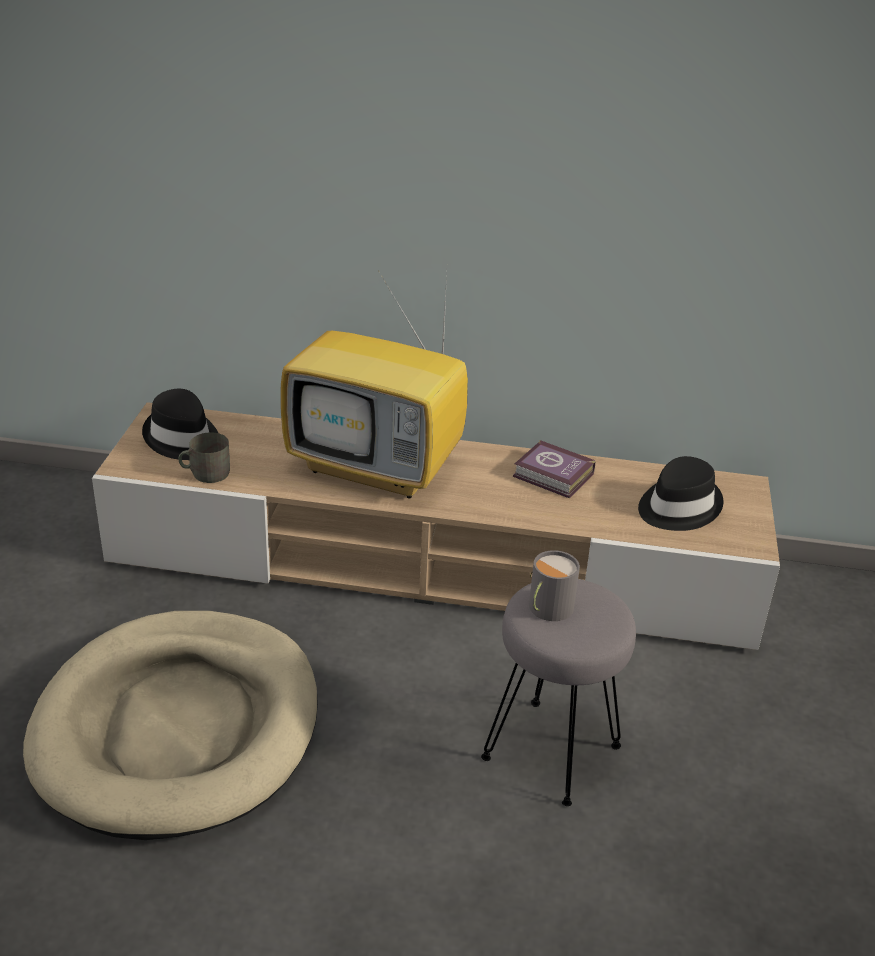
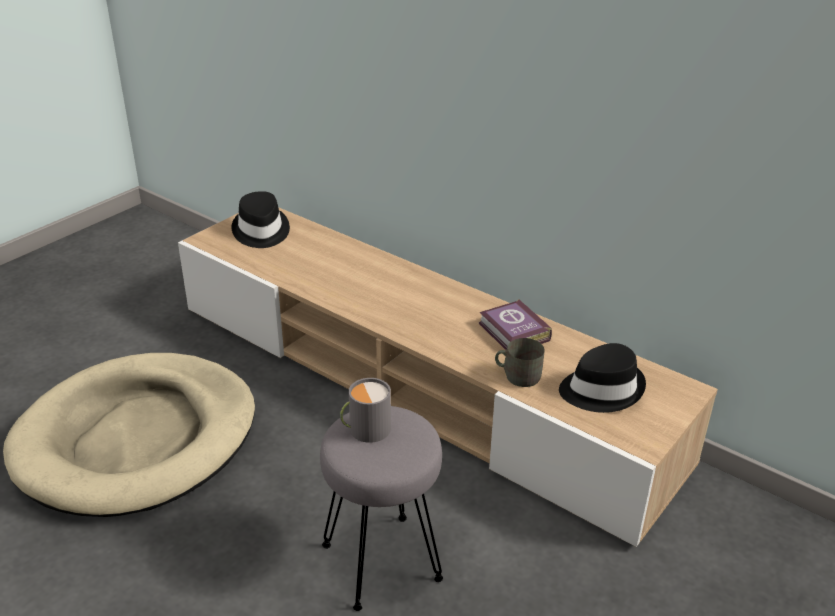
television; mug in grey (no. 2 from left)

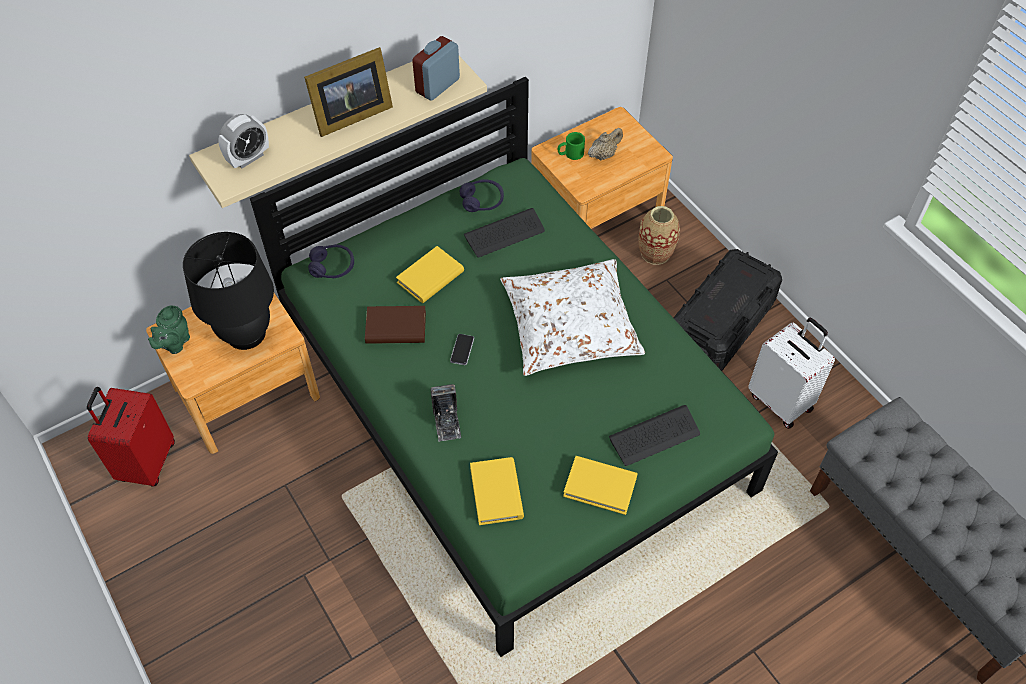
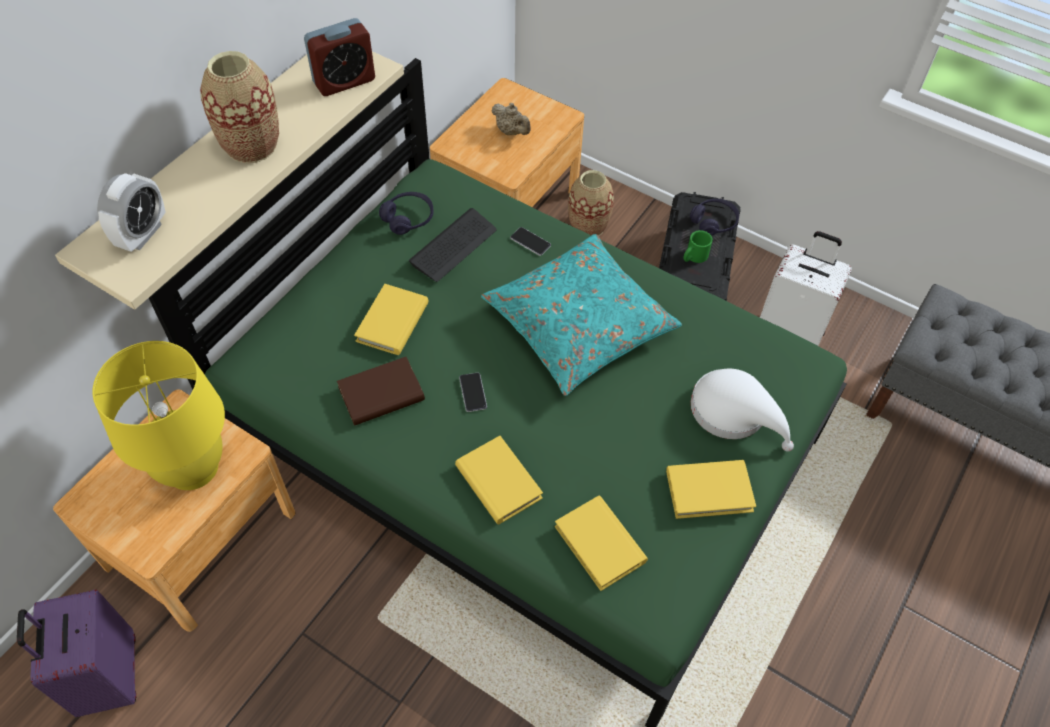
teapot in green; phone (no. 2 from left); headphones in purple (no. 2 from left); mug in green; vase (no. 1 from left); book in yellow (no. 2 from left); hat in white; suitcase in purple; table lamp in yellow; pillow in turquoise; alarm clock (no. 2 from left); teapot in beige

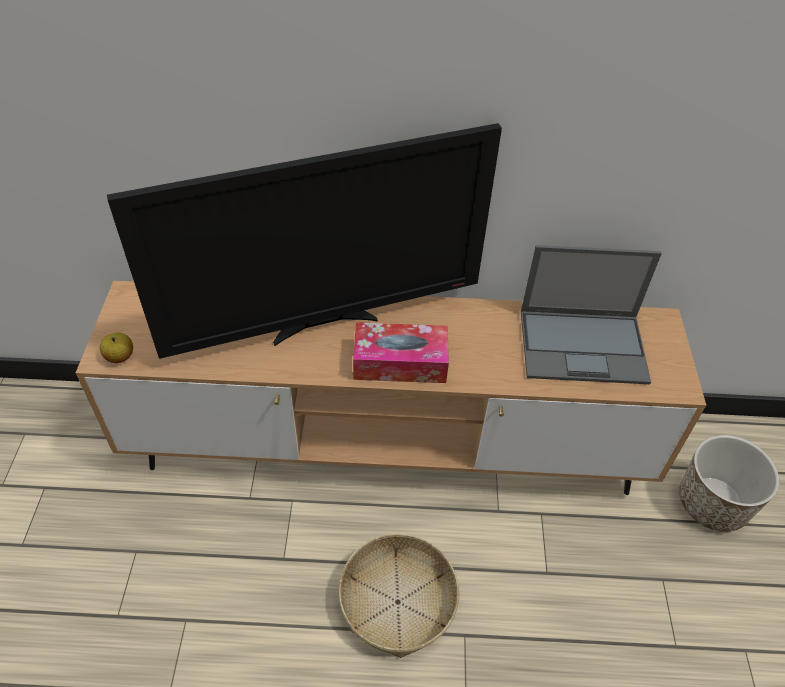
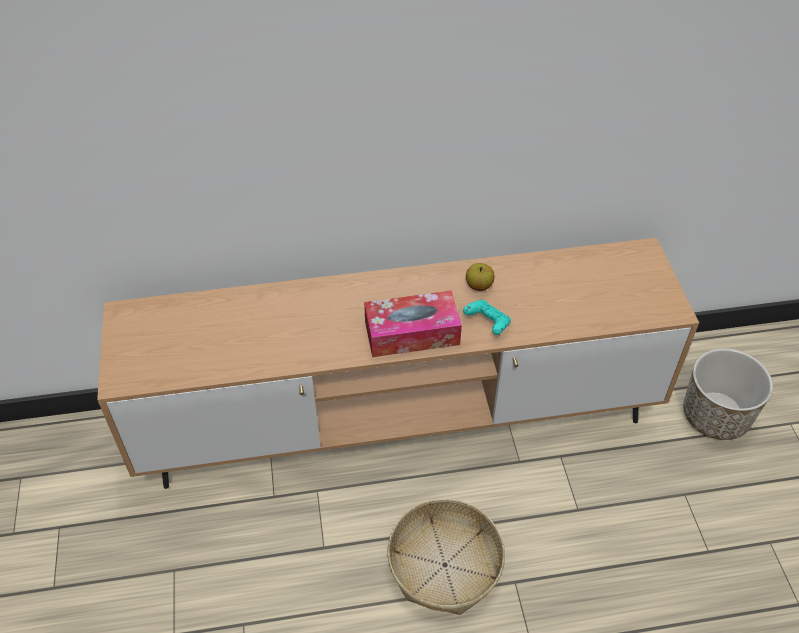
television; laptop; game controller in turquoise; apple

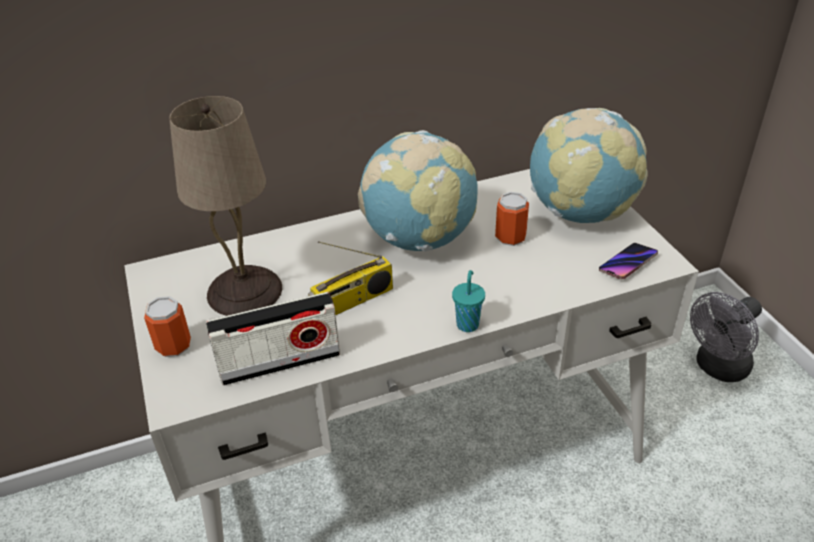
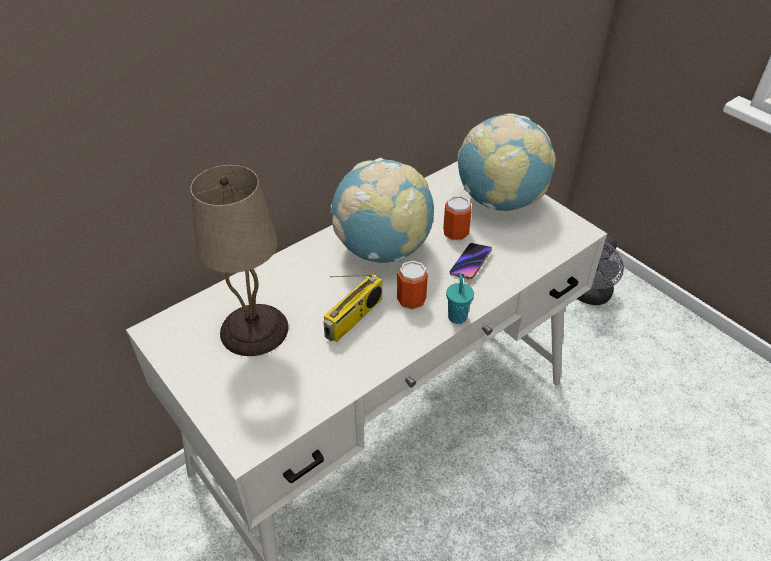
radio (no. 1 from left in the first image); can (no. 1 from left); phone

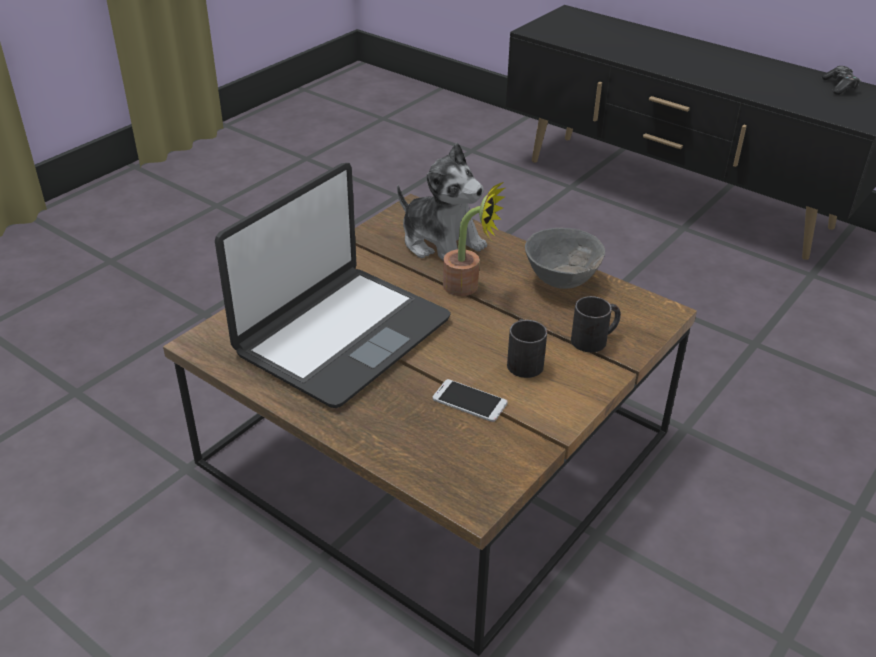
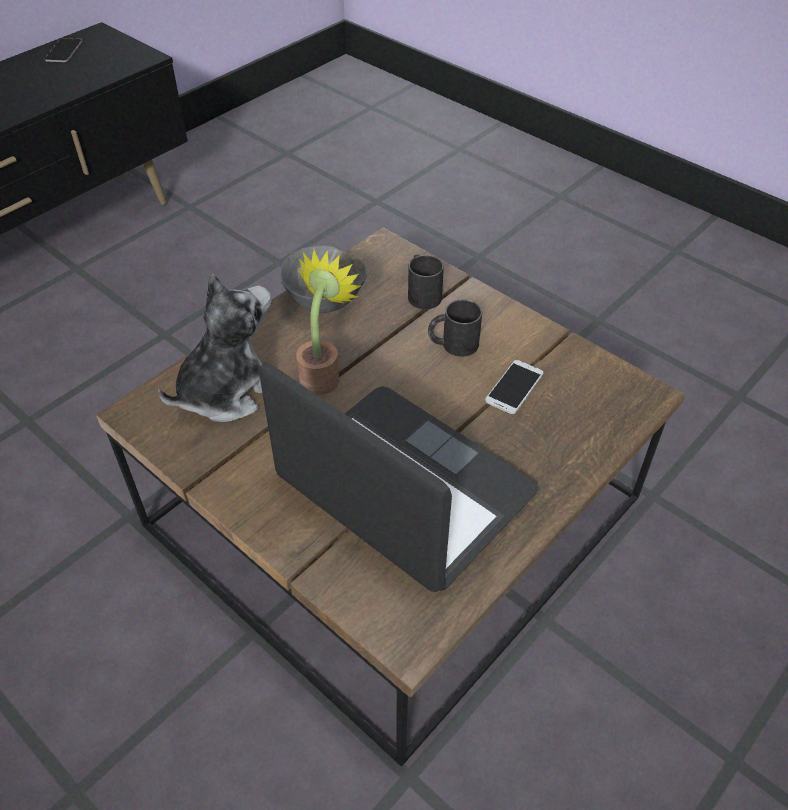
phone (no. 1 from left)

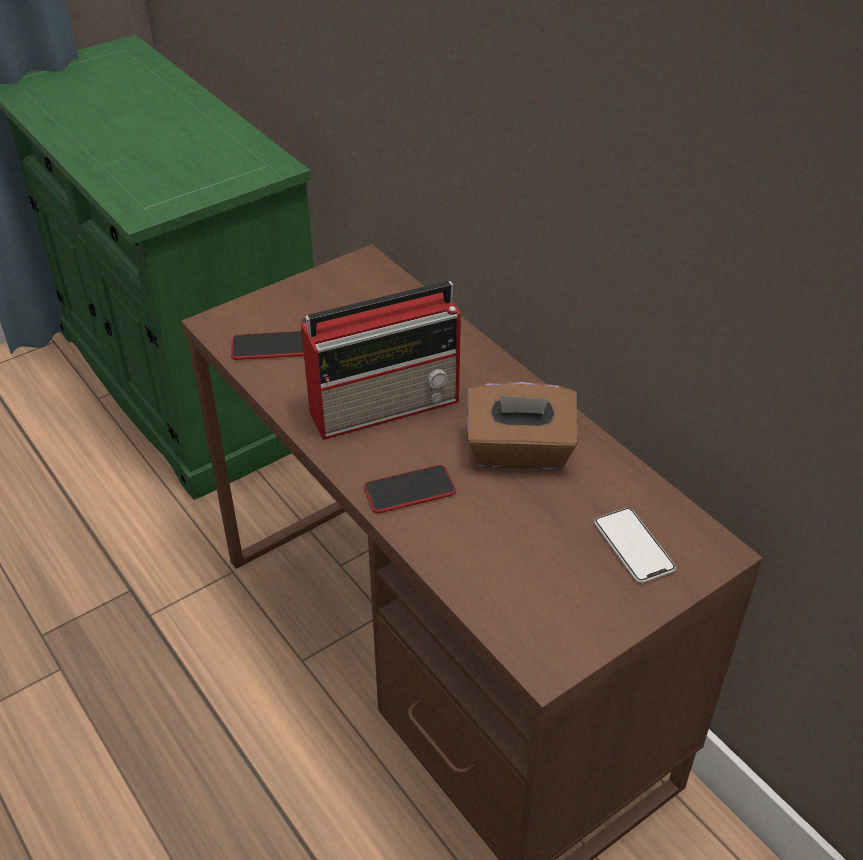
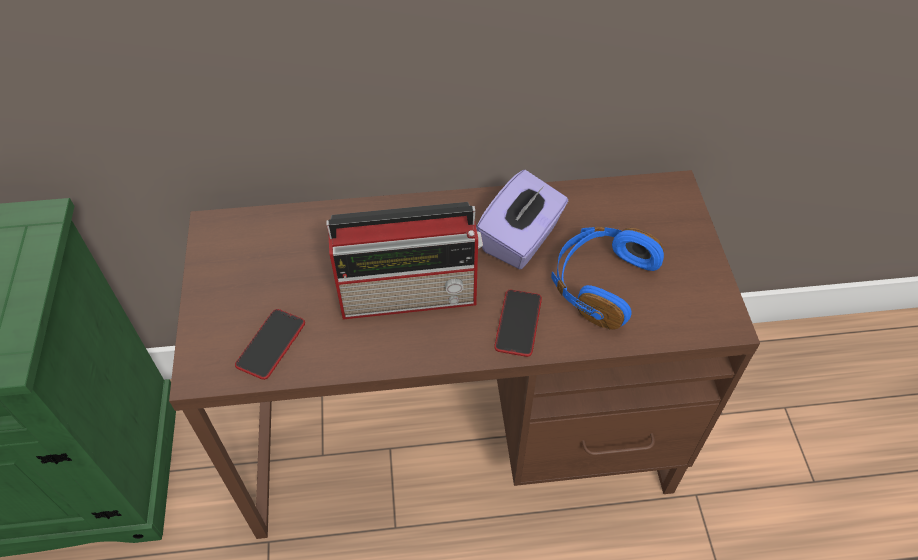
phone (no. 3 from left in the first image); headphones in blue; tissue box in purple; radio

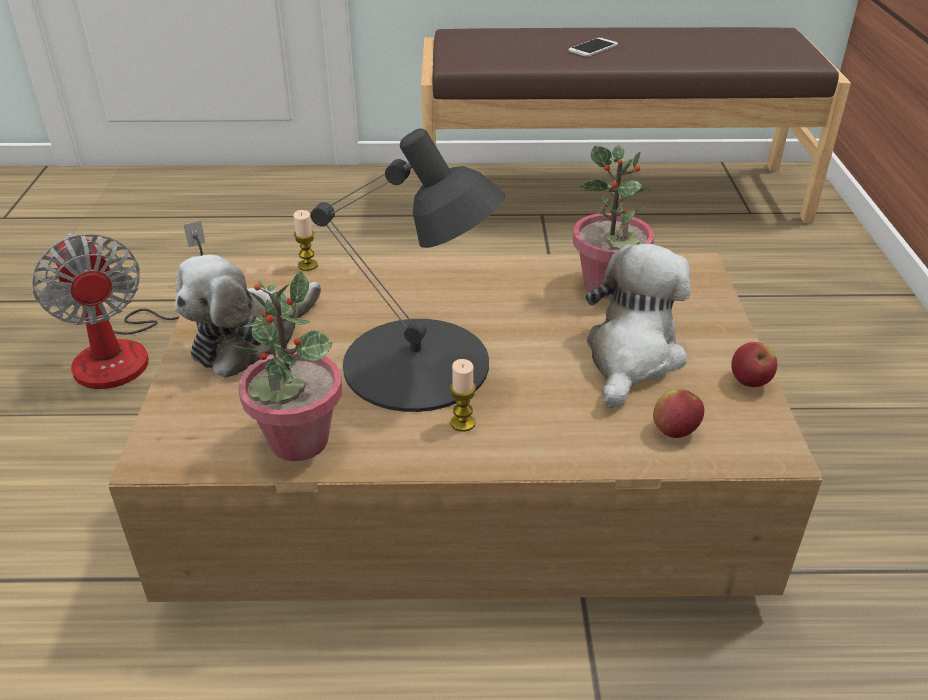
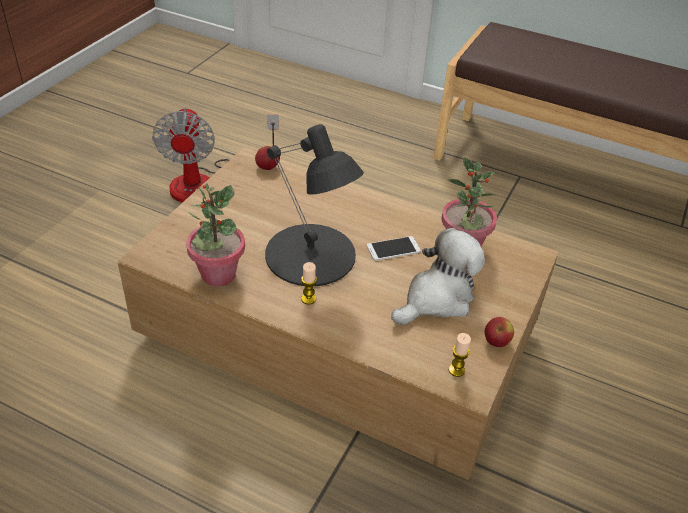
plush toy (no. 1 from left in the first image); candle (no. 2 from left); phone; apple (no. 1 from left)

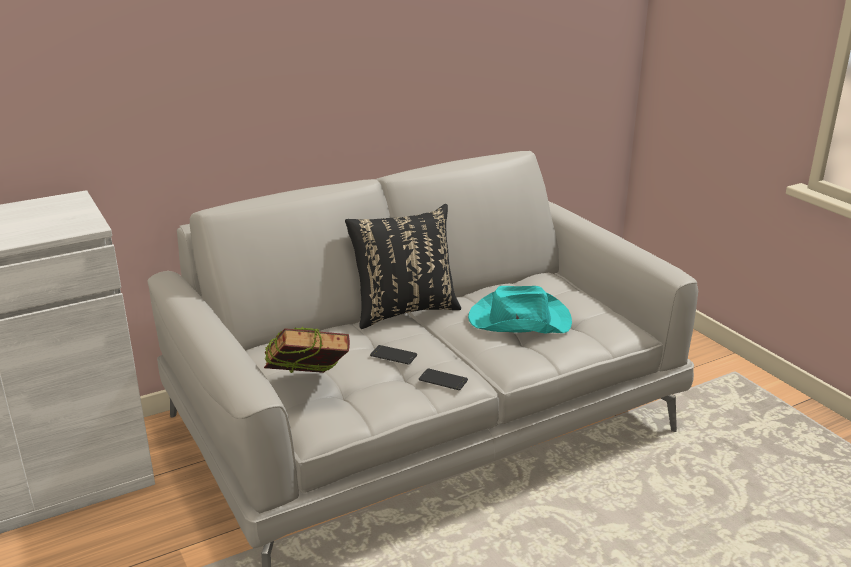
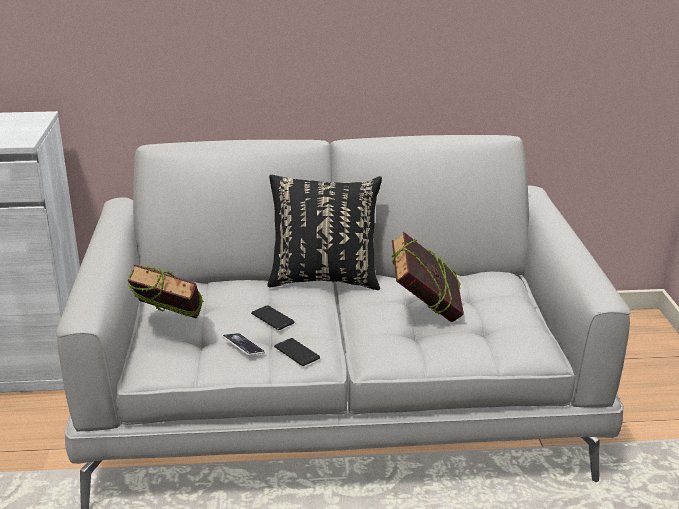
phone (no. 1 from left); book (no. 2 from left)

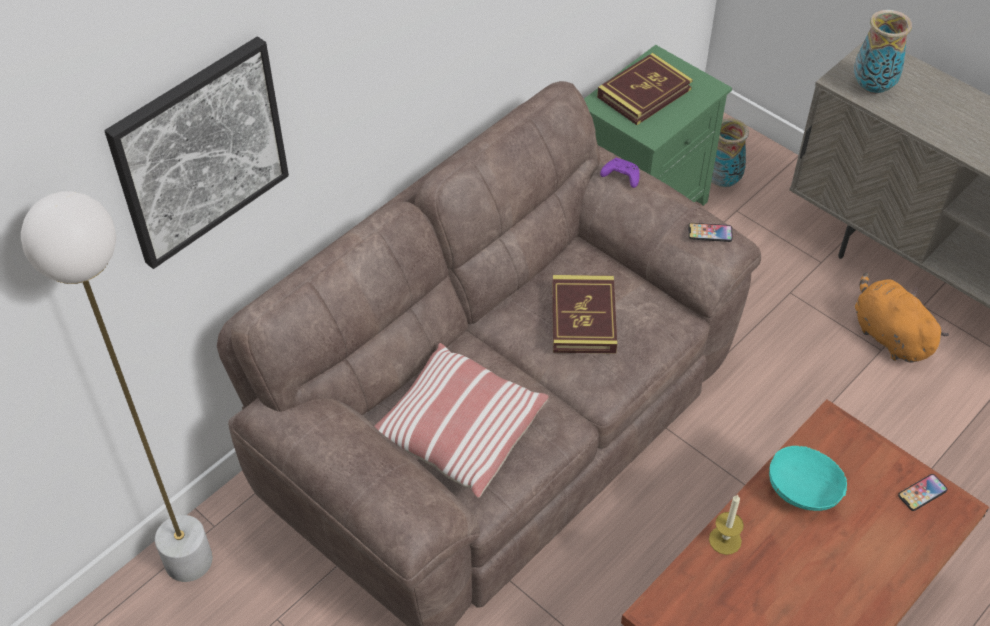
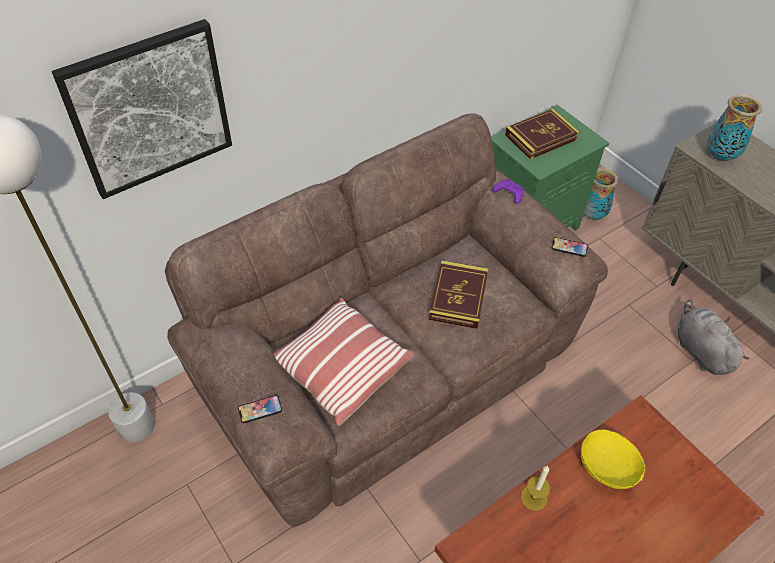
phone (no. 1 from left); bowl in yellow; plush toy in grey

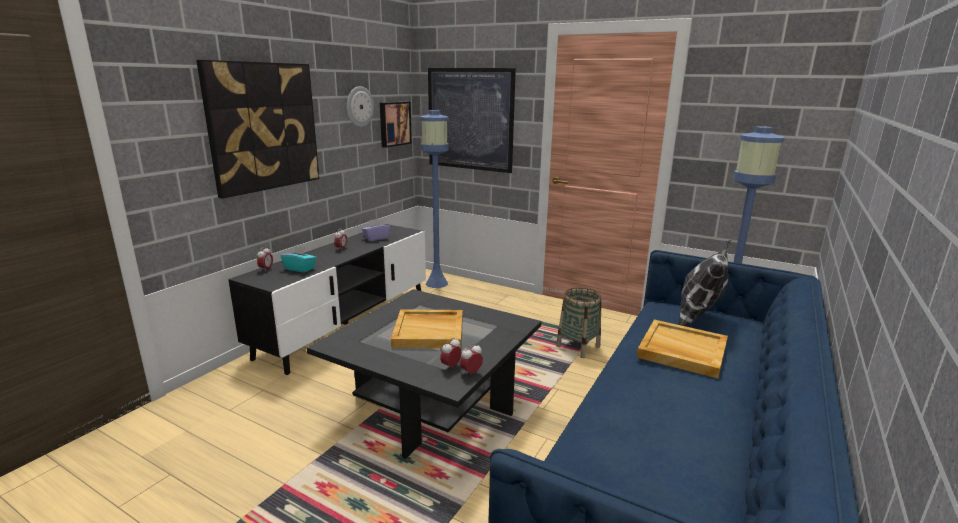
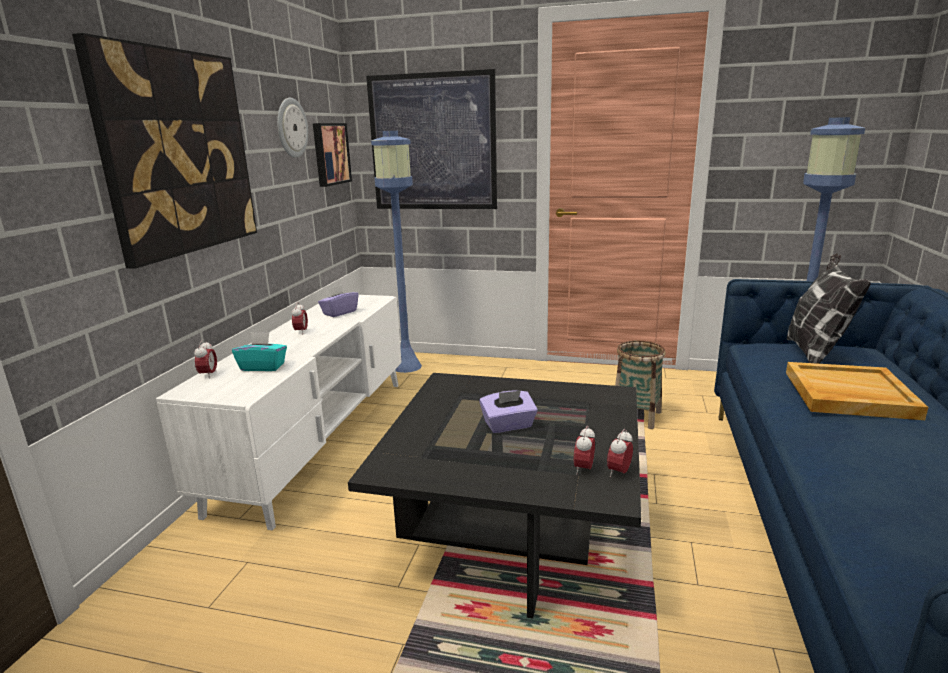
tissue box in purple (no. 2 from left); tv stand in white

